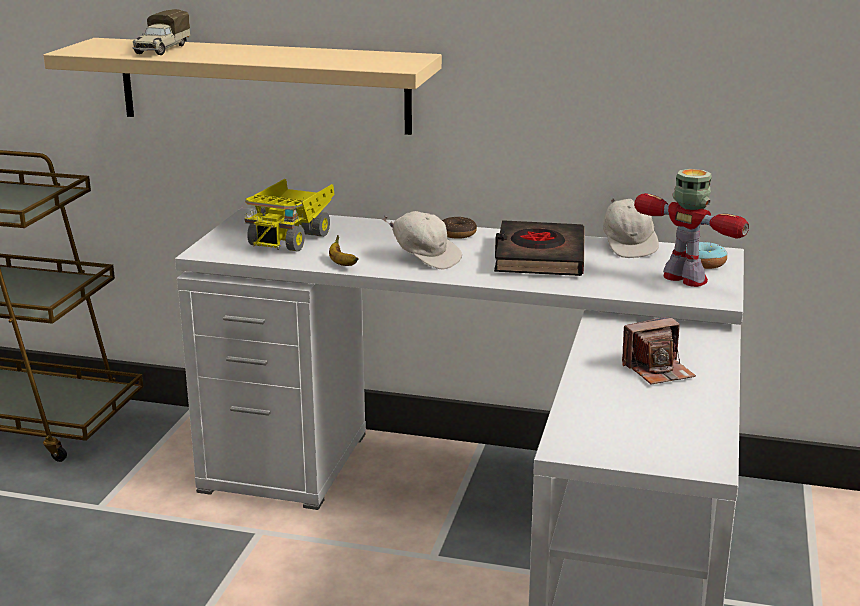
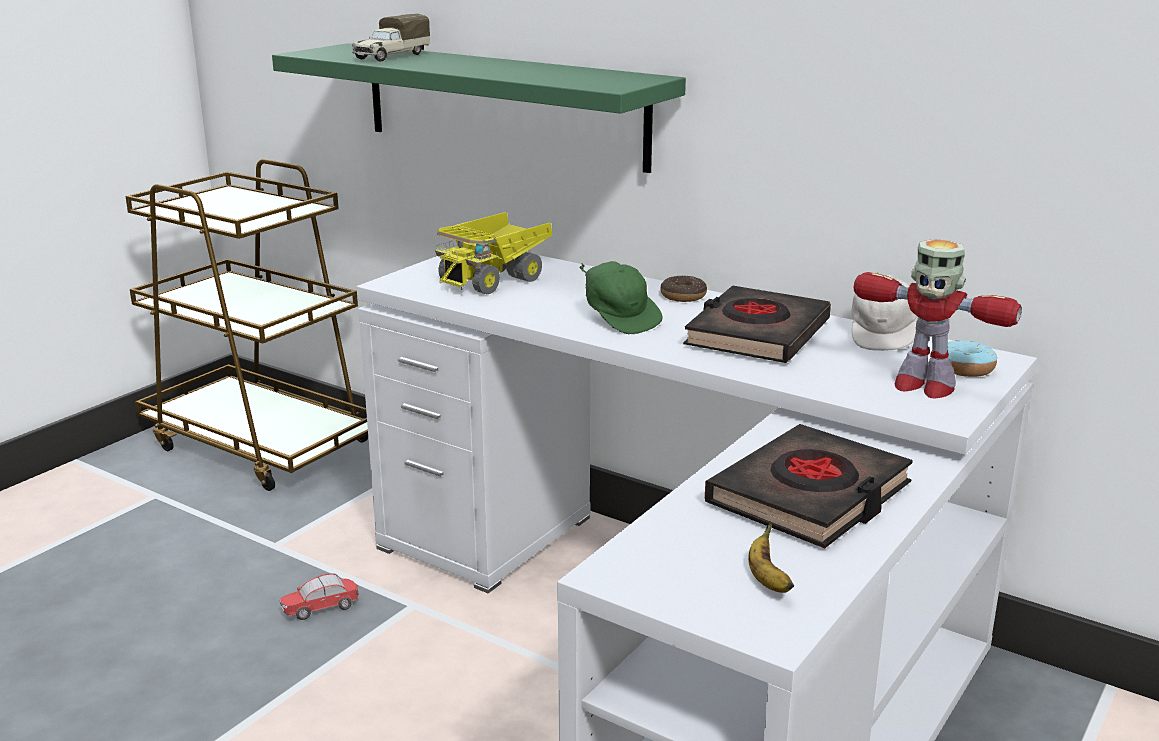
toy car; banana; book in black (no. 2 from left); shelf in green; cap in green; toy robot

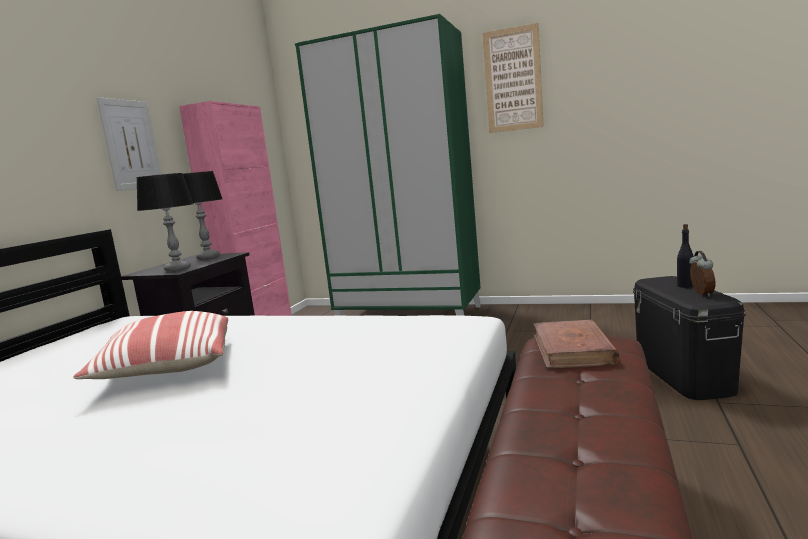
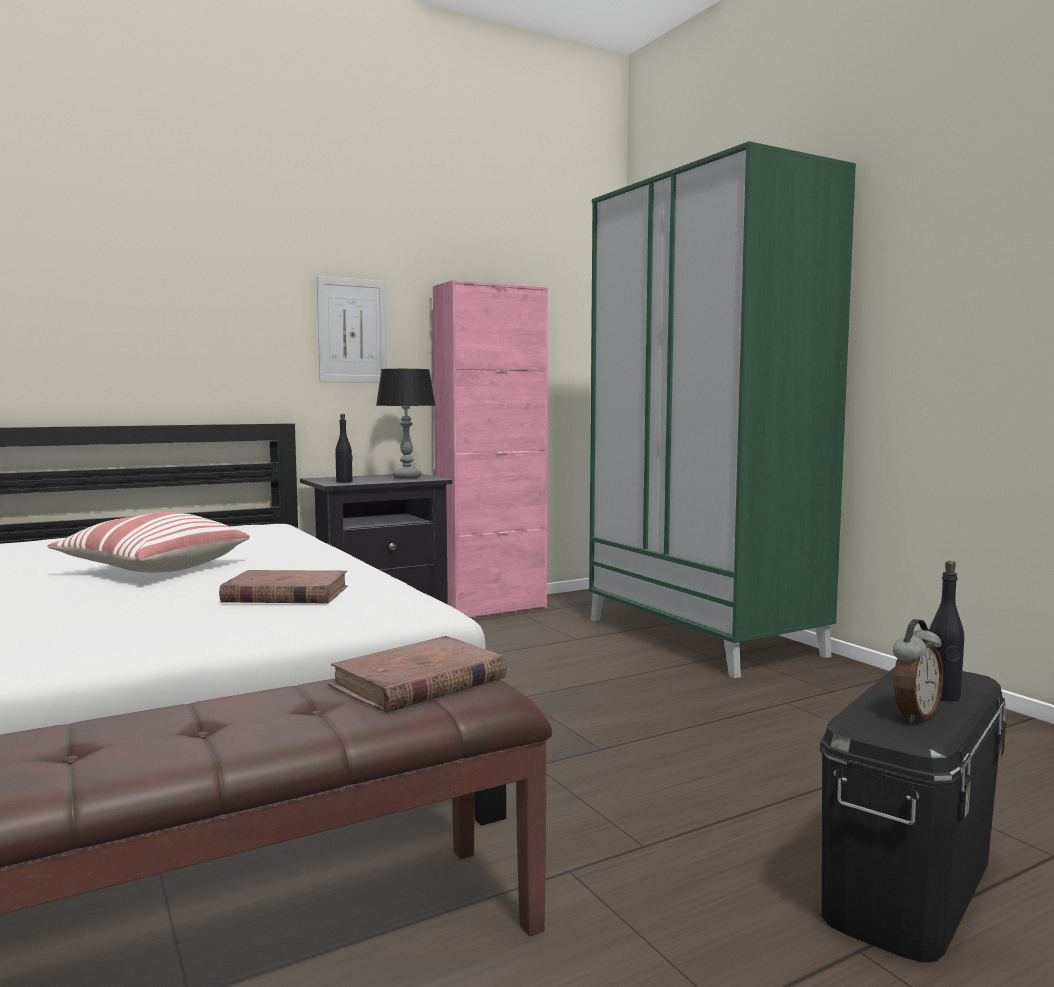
picture (no. 2 from left in the first image); book in brown (no. 1 from left); bottle in black (no. 1 from left)

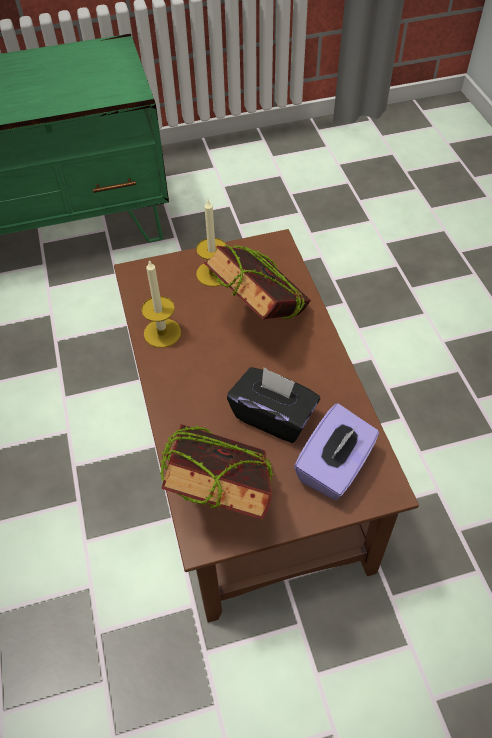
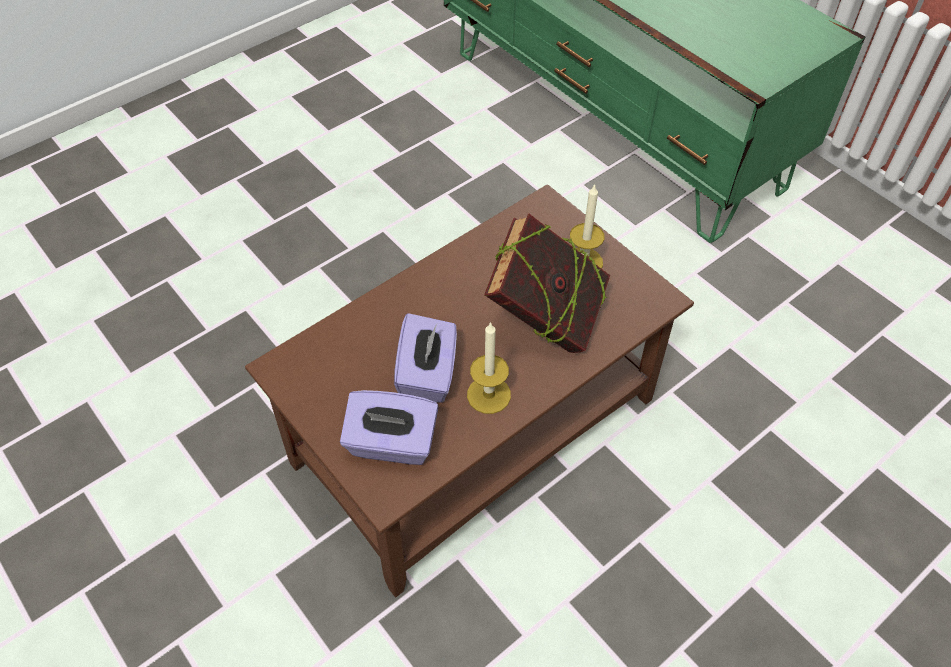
book (no. 1 from left in the first image); candle (no. 1 from left); tissue box in purple (no. 2 from left)

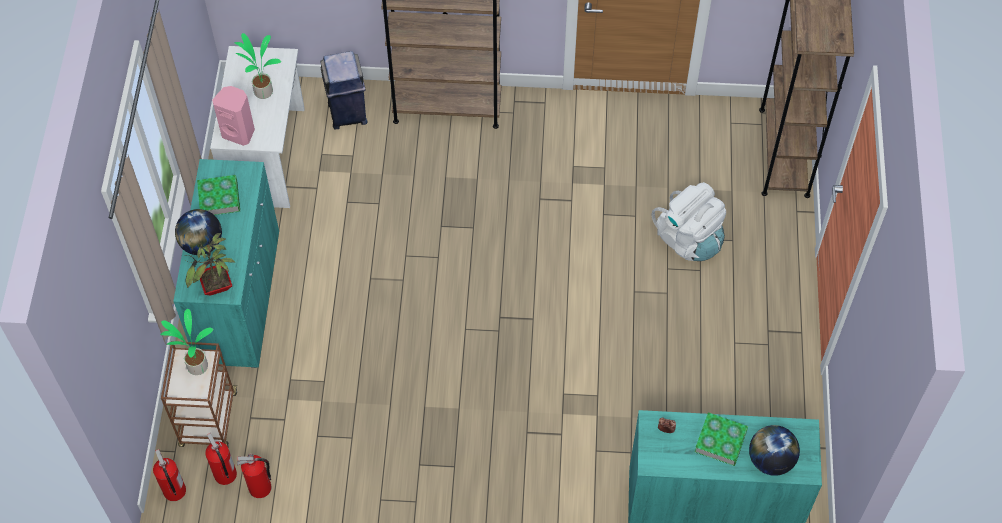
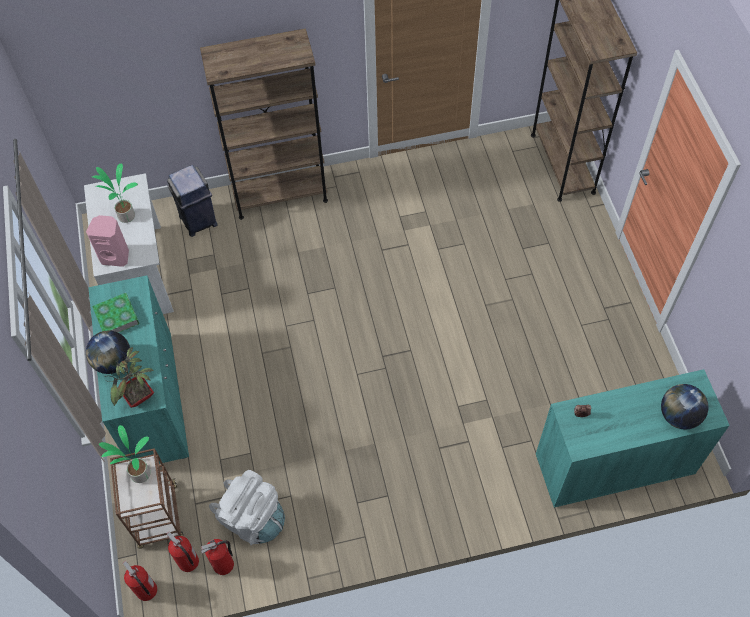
book (no. 2 from left in the first image); backpack in white

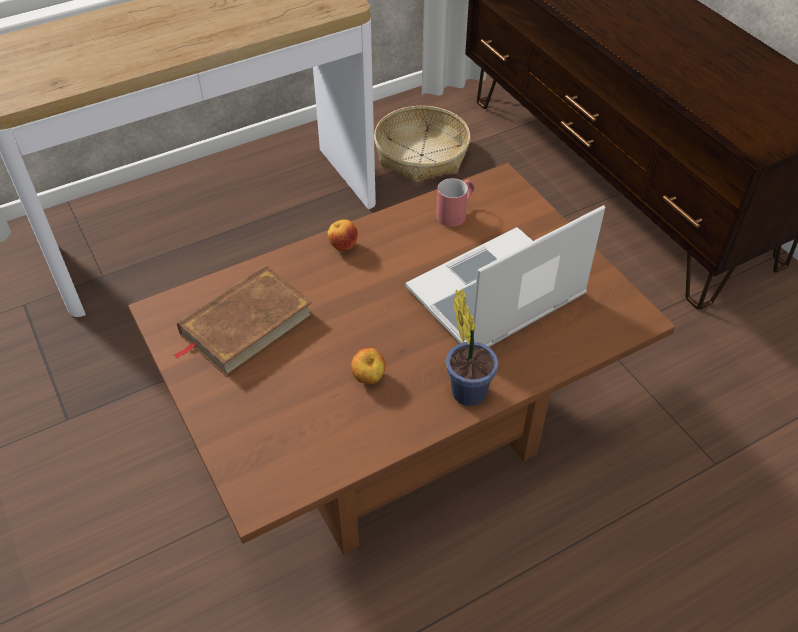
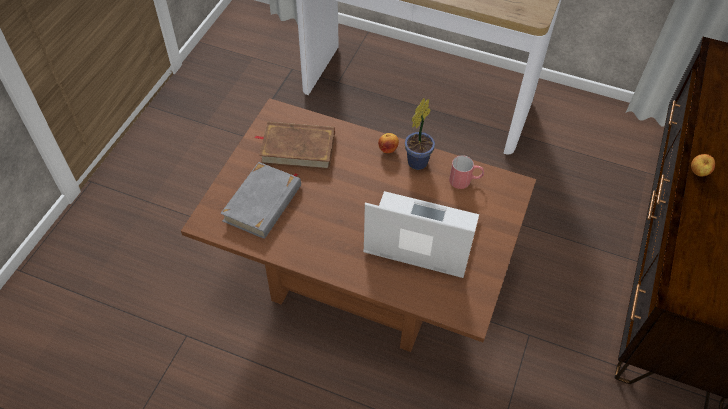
basket; book in grey; apple (no. 2 from left); potted plant

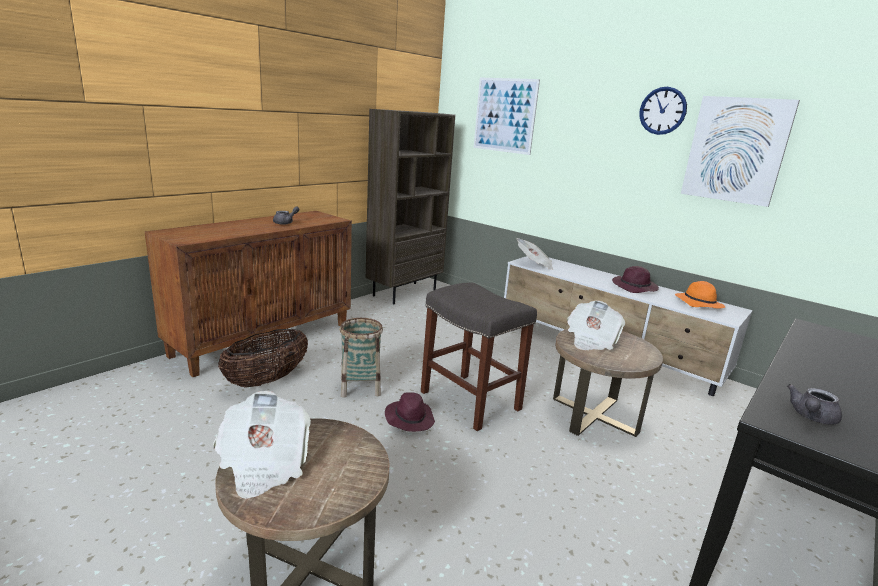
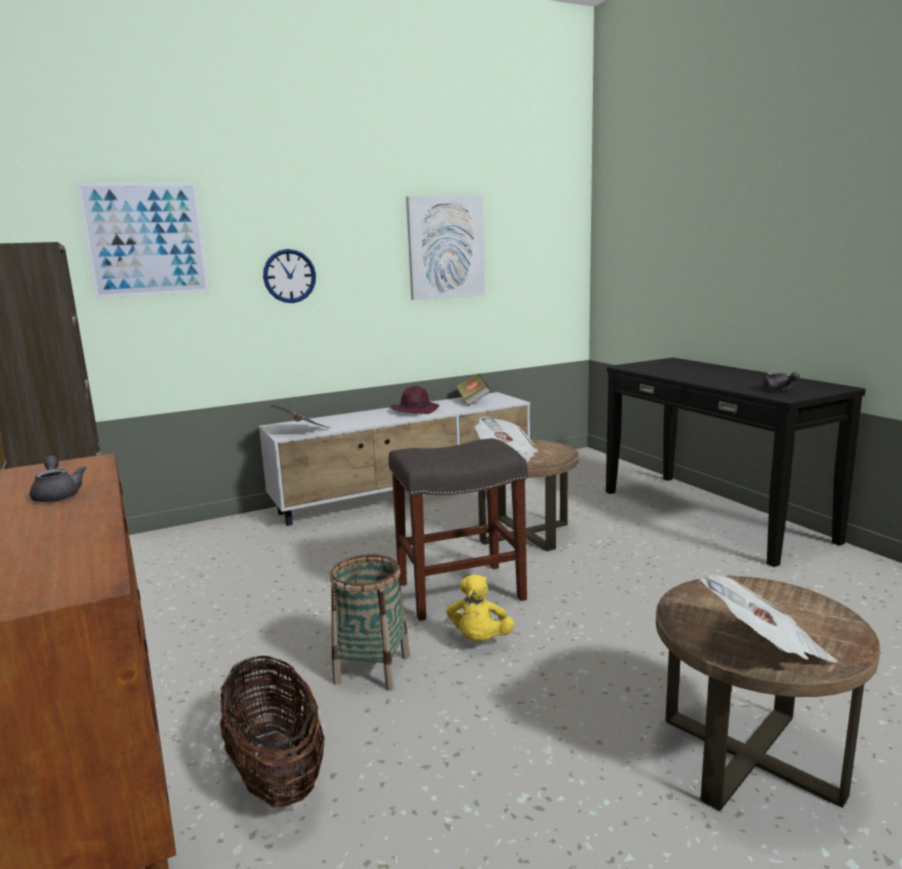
wall clock; plush toy in yellow; book

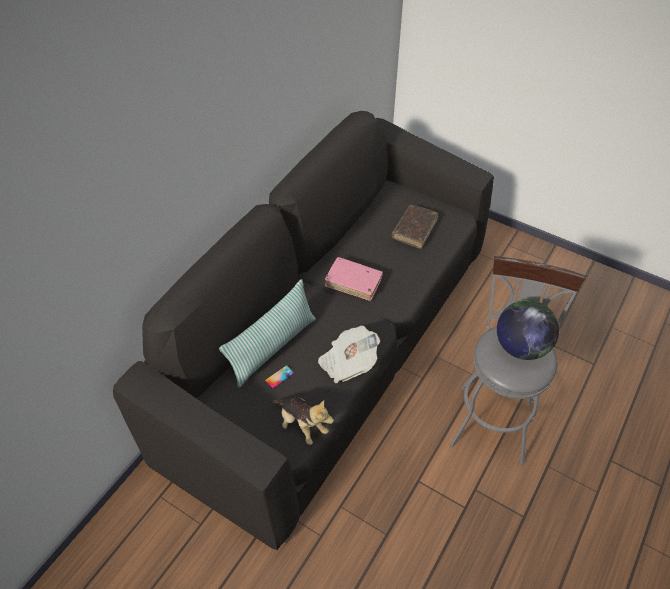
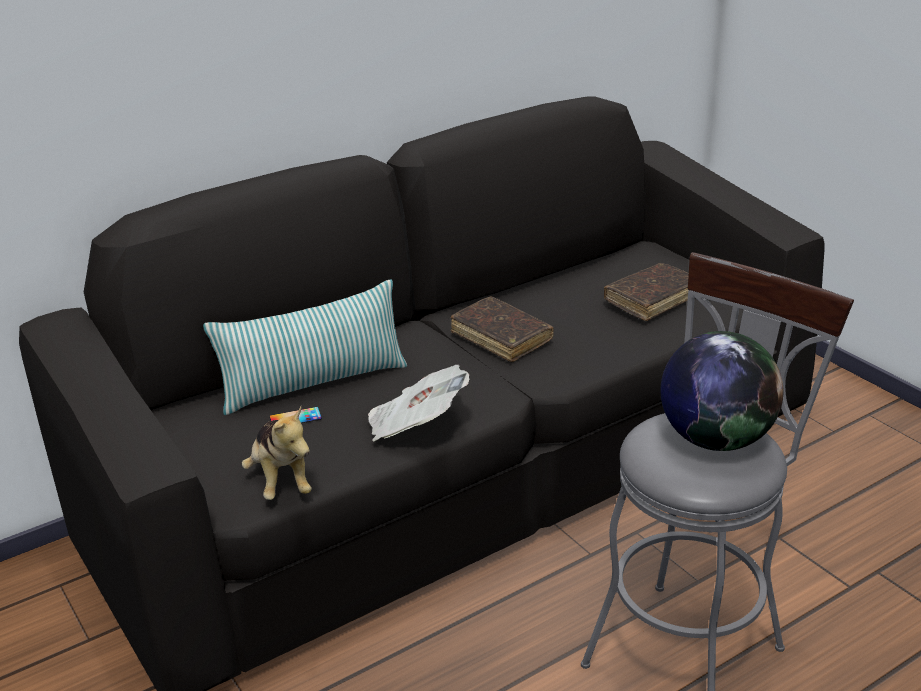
book in brown (no. 1 from left)

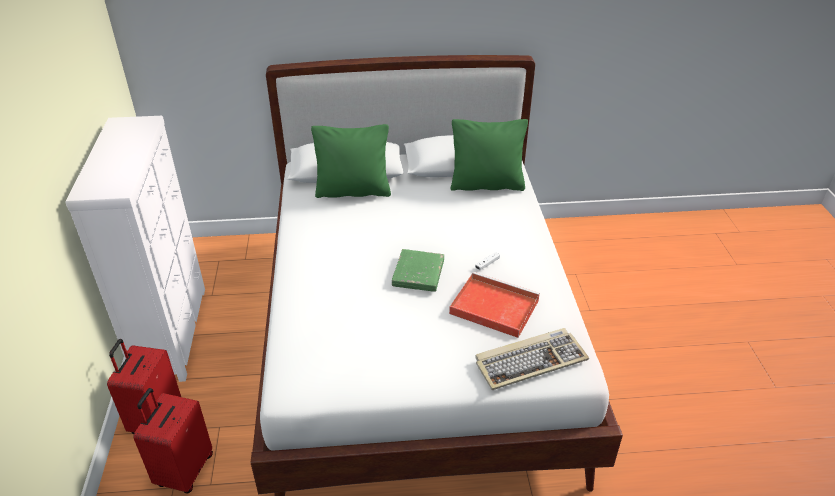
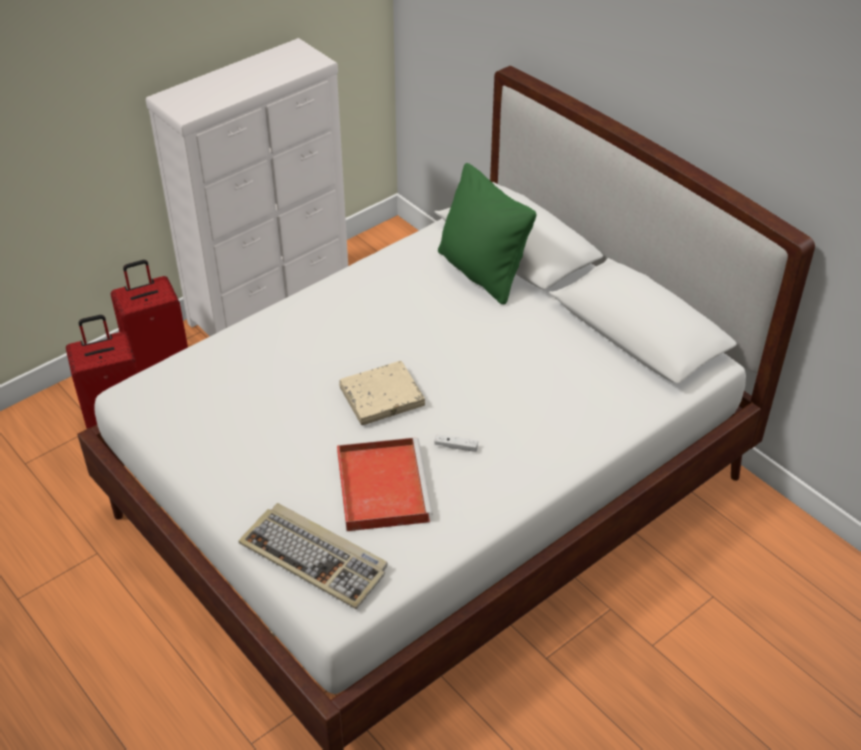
pillow in green (no. 2 from left in the first image); book in beige

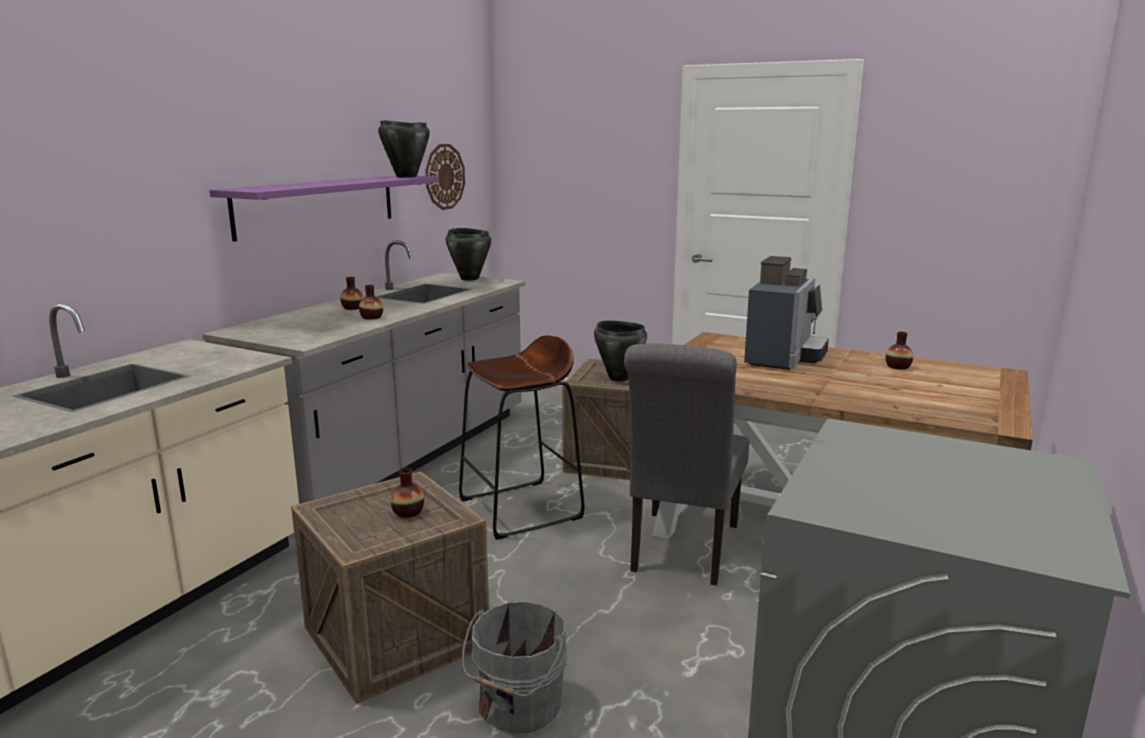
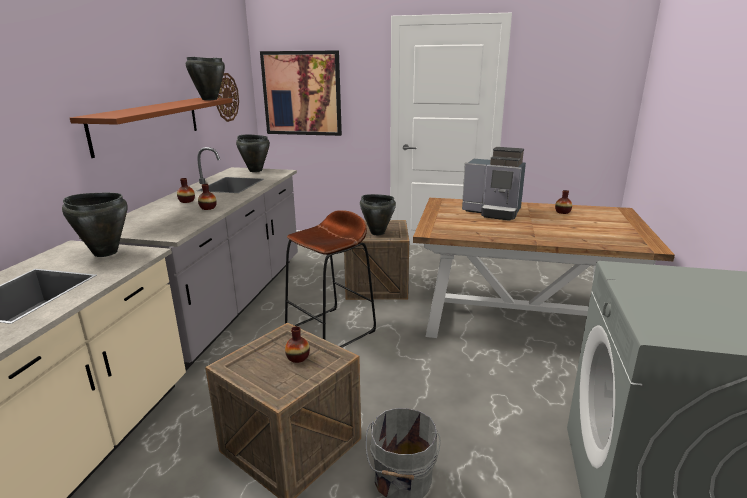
chair in grey; cooking pot in black (no. 1 from left); picture; shelf in brown; coffee machine

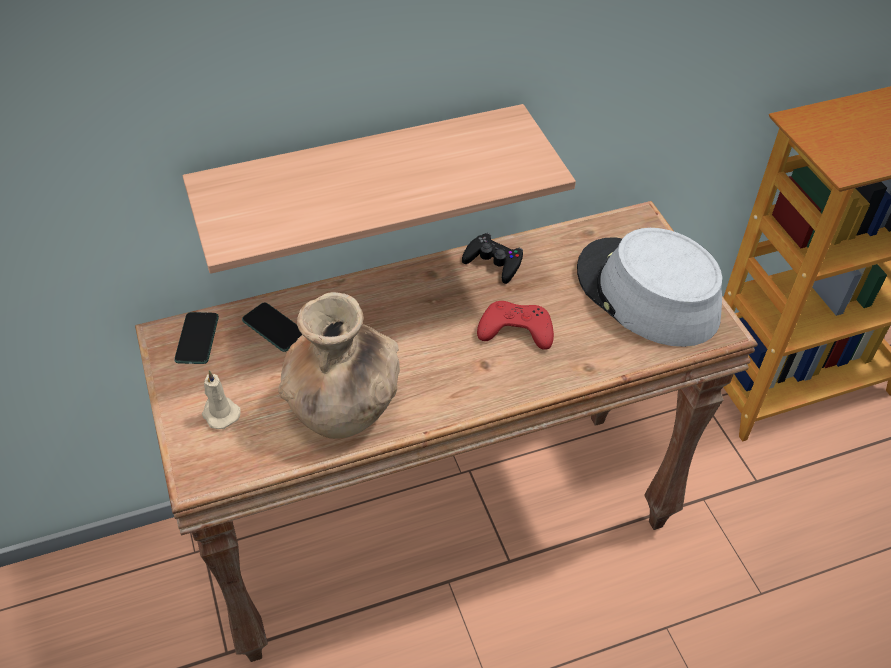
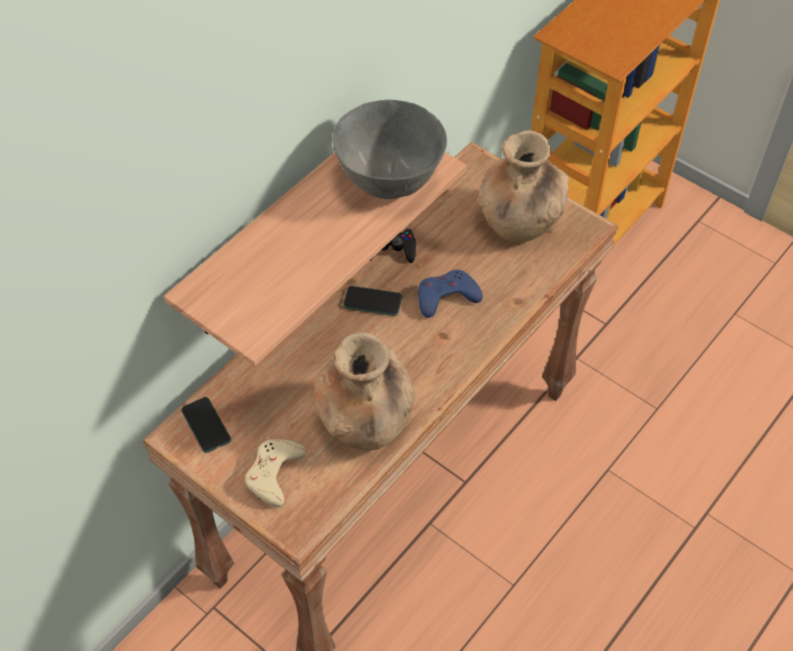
bowl in grey; phone (no. 2 from left); game controller in beige; vase in brown (no. 2 from left); game controller in blue

